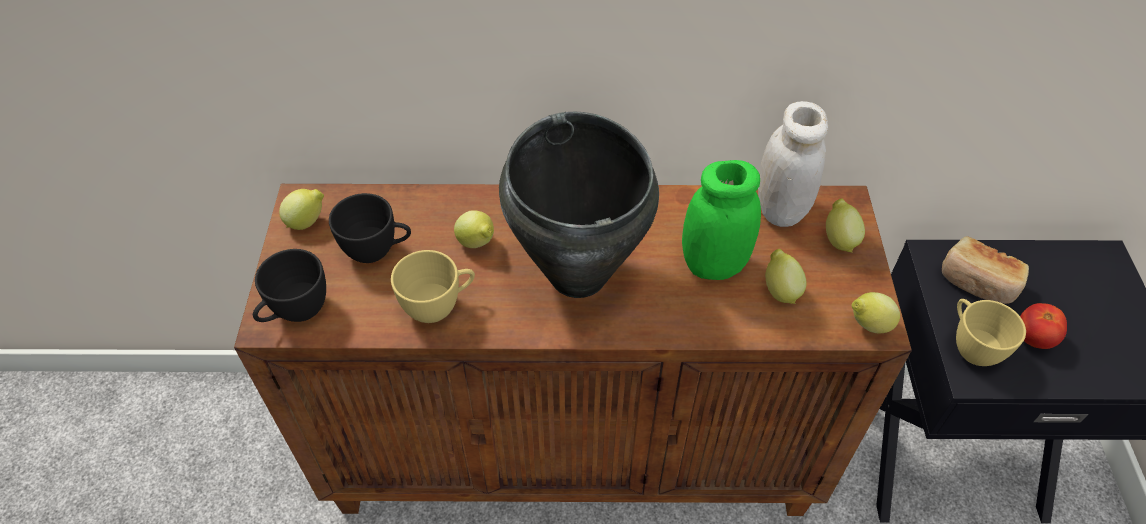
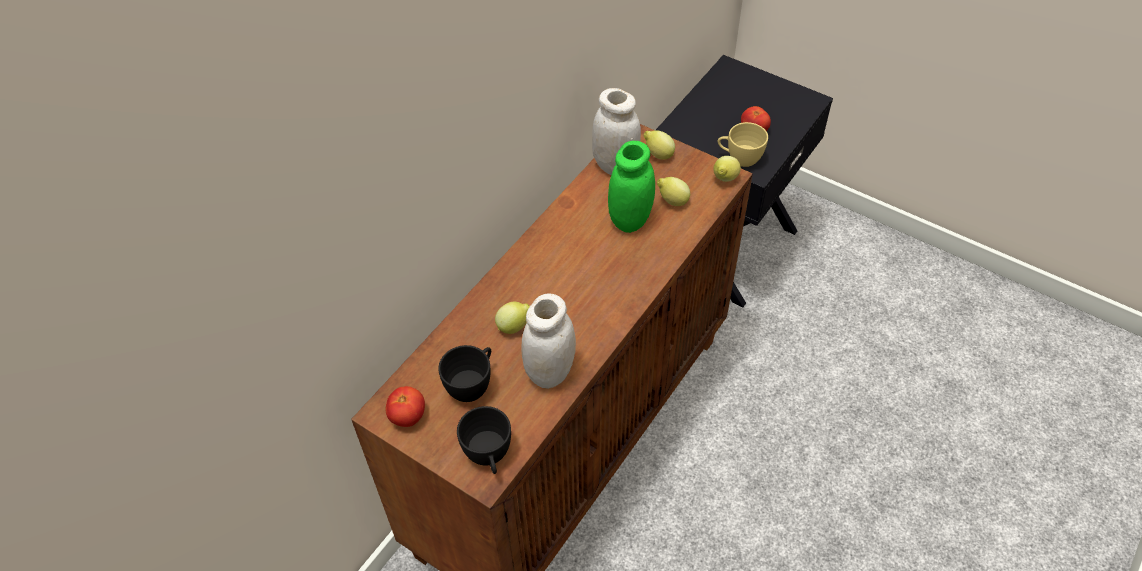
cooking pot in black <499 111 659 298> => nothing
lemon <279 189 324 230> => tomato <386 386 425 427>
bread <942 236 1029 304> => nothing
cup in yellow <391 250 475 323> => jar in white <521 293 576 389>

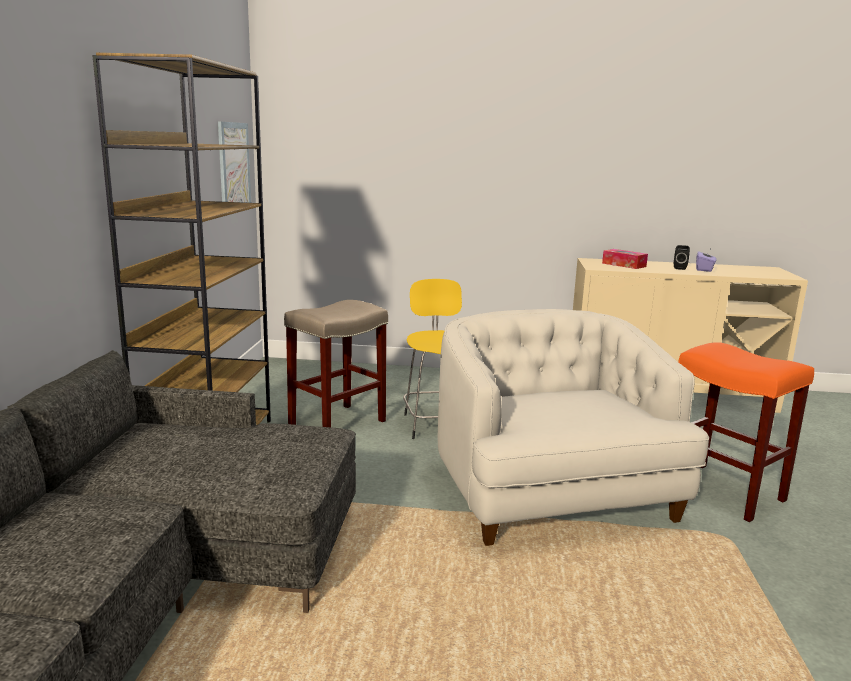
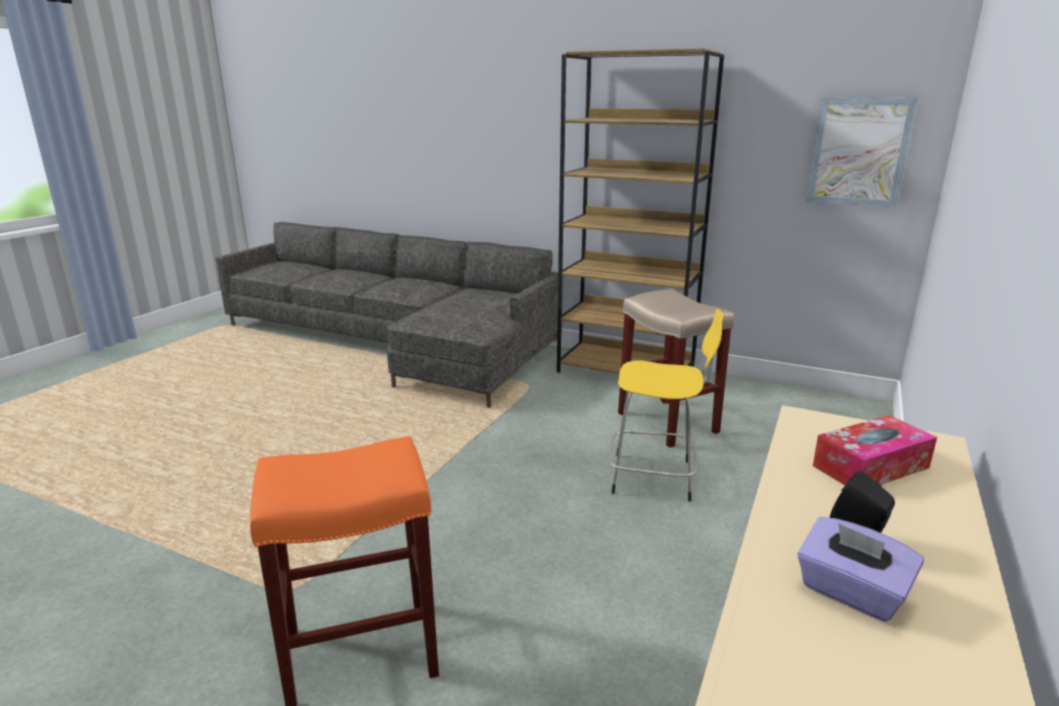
armchair in white <438 309 709 546> => nothing

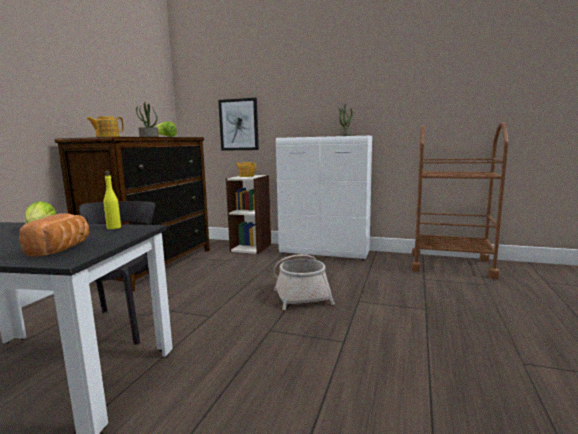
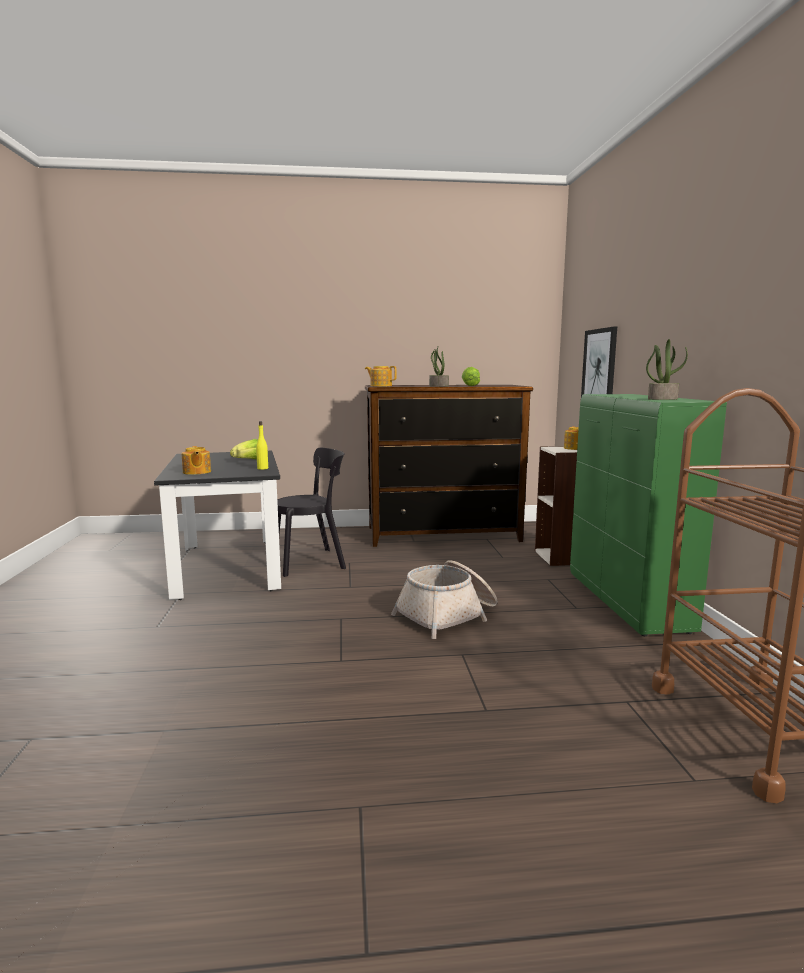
cabinet in white <276 136 372 260> => cabinet in green <570 394 727 636>
bread <19 213 90 257> => teapot <181 446 211 475>

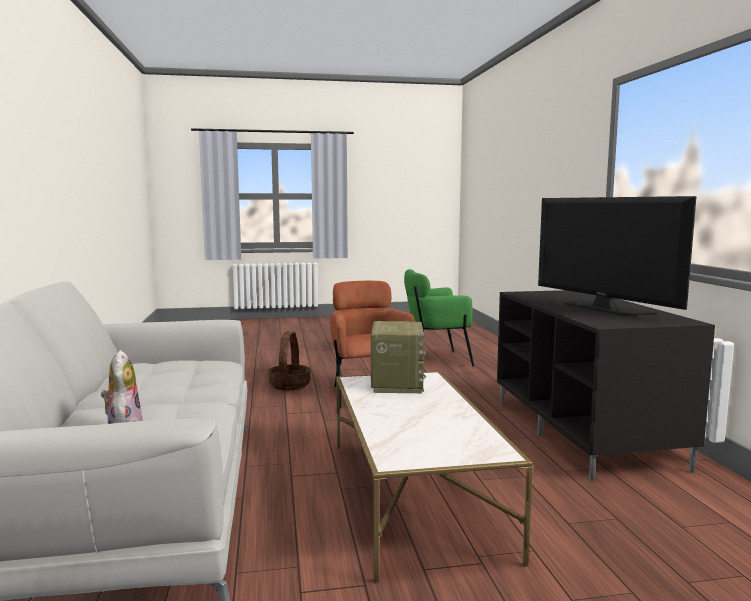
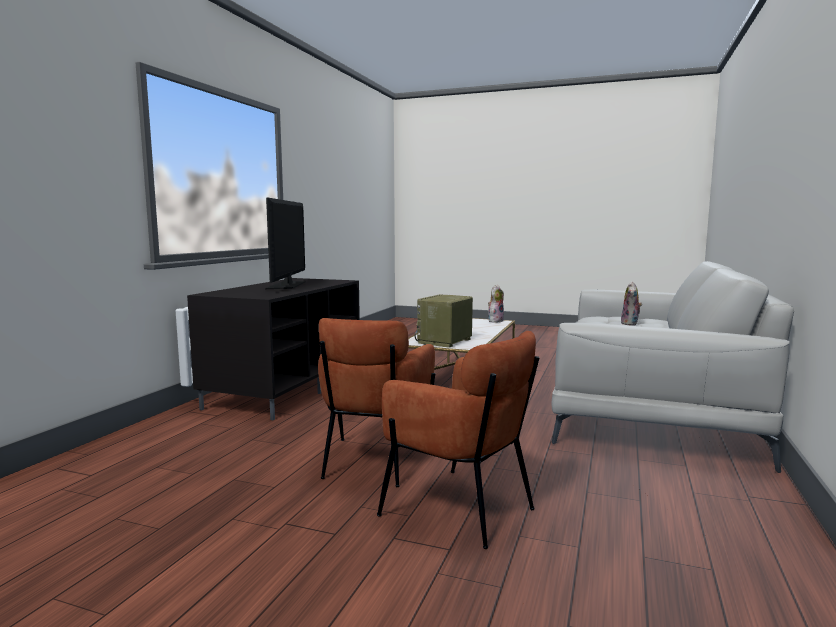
armchair in green <404 269 474 367> => nothing
basket <268 331 311 390> => armchair in brown <377 331 539 549>
nothing => plush toy <488 285 504 323>

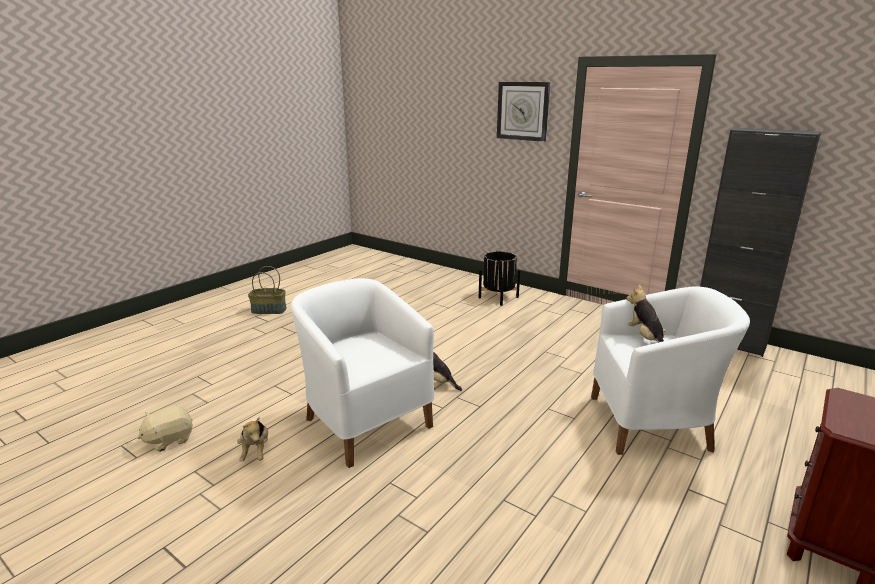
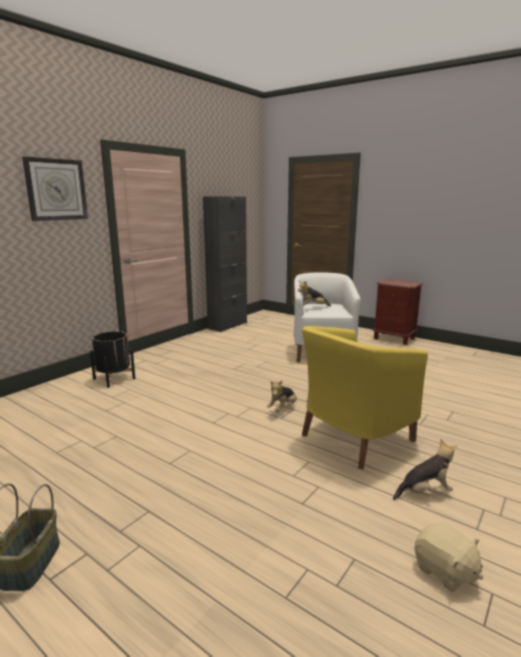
armchair in white <291 278 434 468> => armchair in yellow <302 326 428 469>

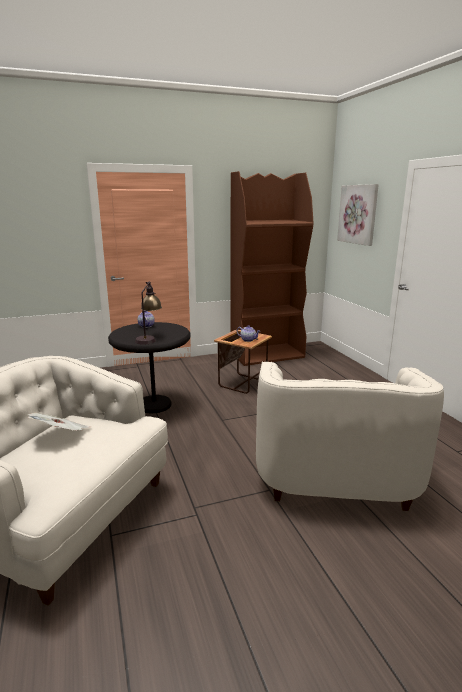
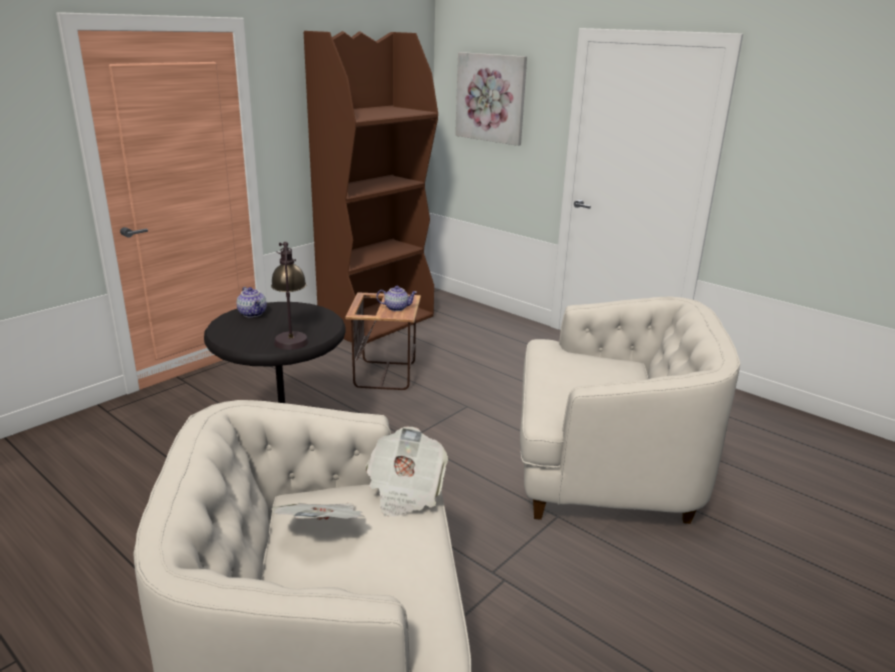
armchair in white <256 362 444 511> => armchair in white <520 297 740 524>, 60 degrees counterclockwise
nothing => newspaper <366 427 448 517>

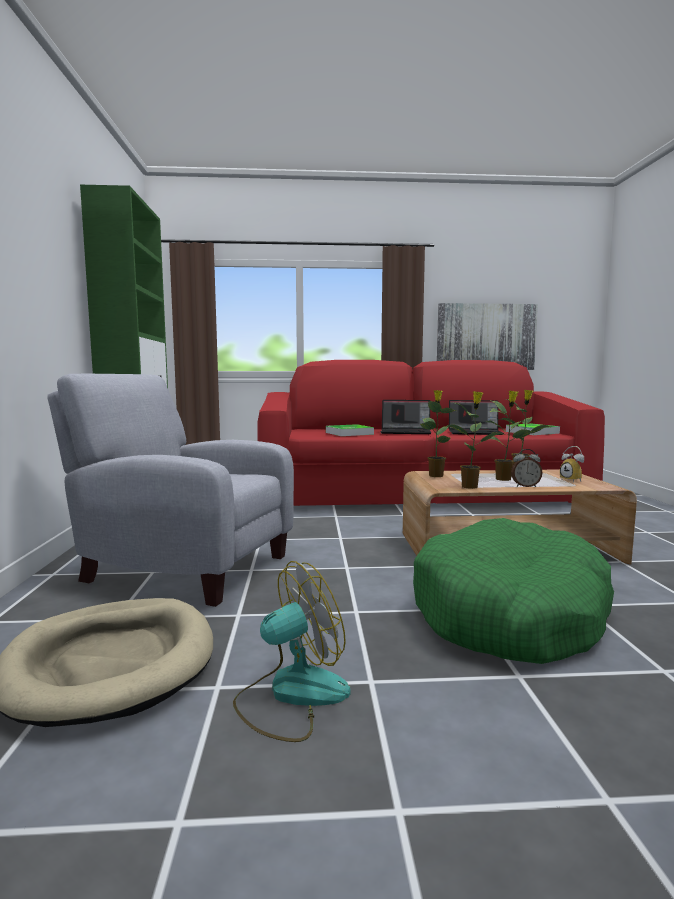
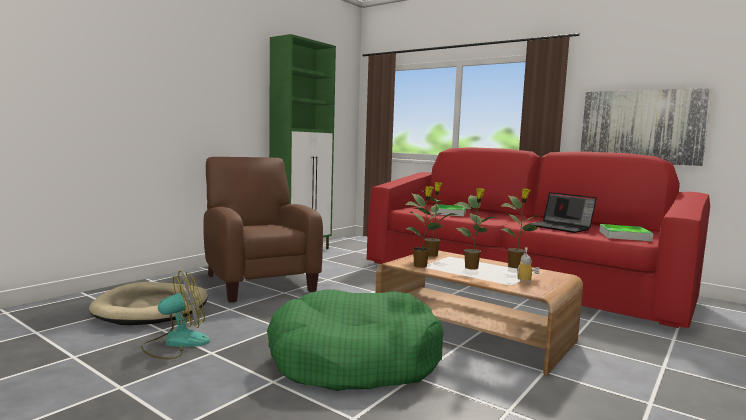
armchair in grey <47 374 294 607> => armchair in brown <203 157 323 303>
laptop <381 400 431 434> => nothing
alarm clock <511 449 543 487> => nothing
fan <233 561 351 742> => fan <141 270 210 359>, 45 degrees counterclockwise

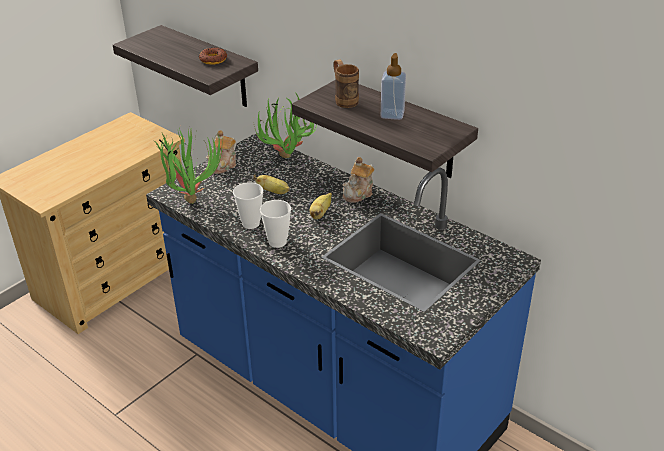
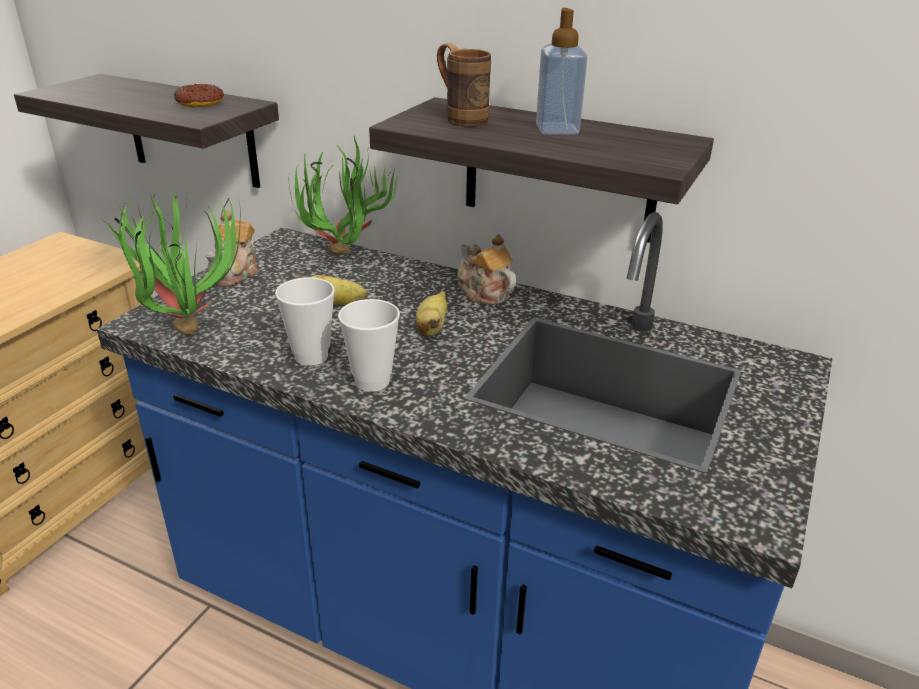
teapot <343 157 374 203> => teapot <457 234 516 304>, 120 degrees clockwise

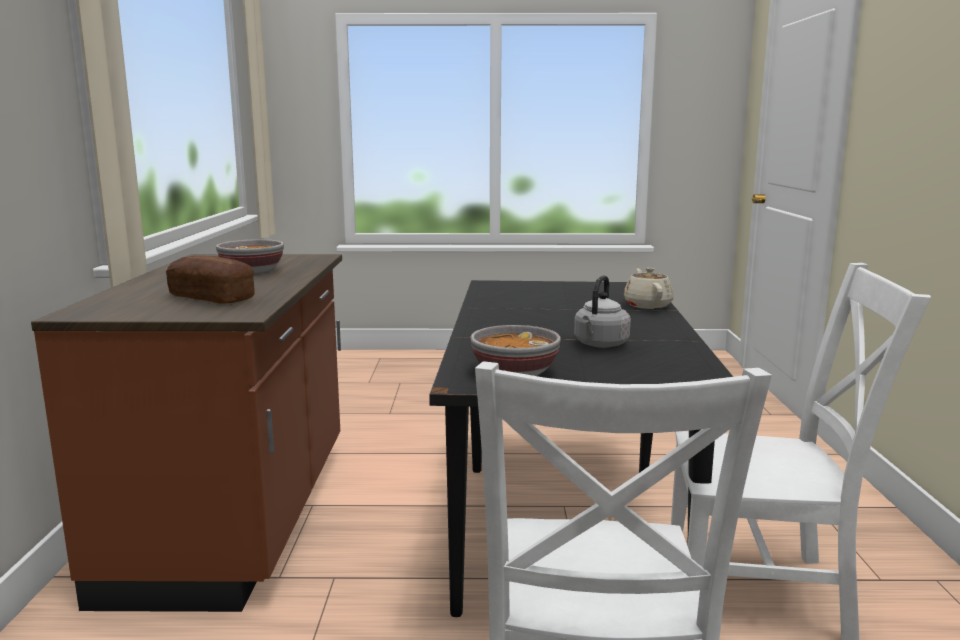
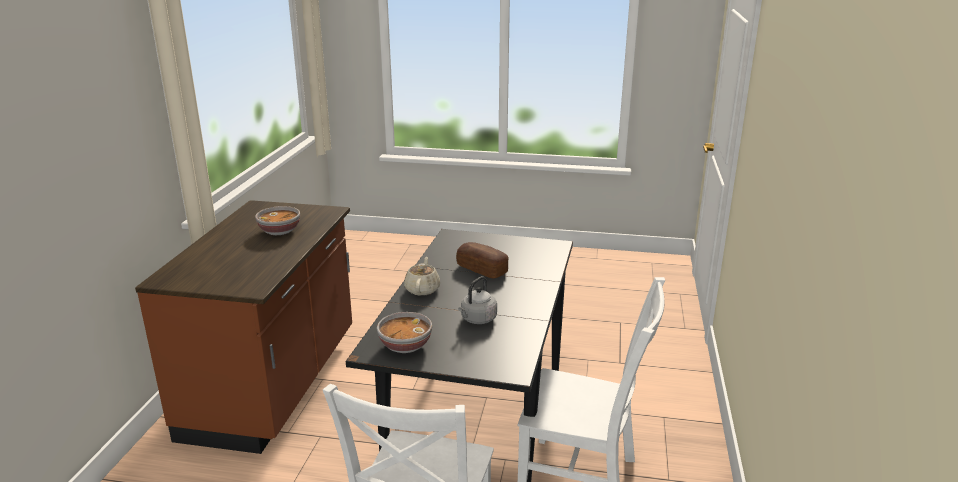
bread <166 256 255 304> => bread <456 242 509 279>, move
teapot in beige <624 268 674 309> => teapot in beige <404 257 440 296>, move

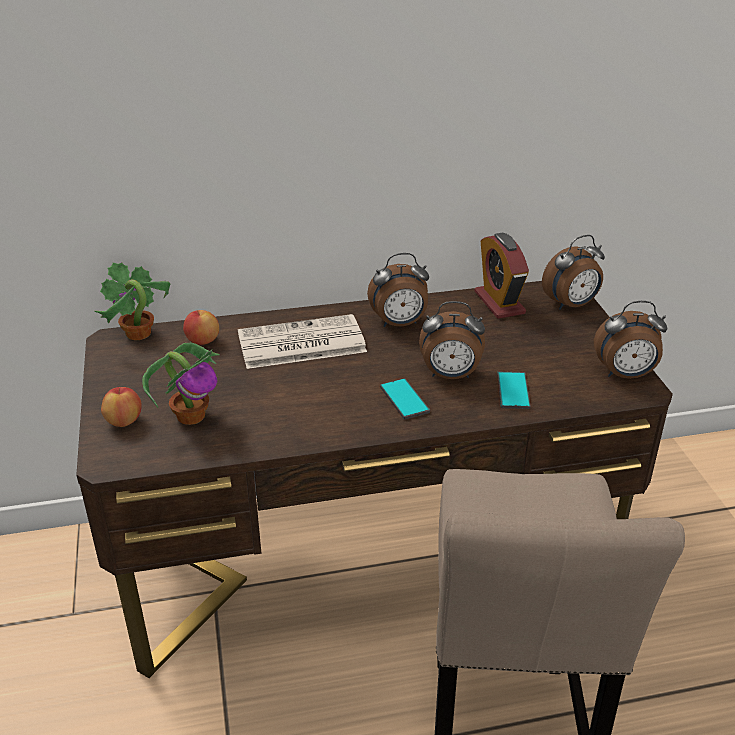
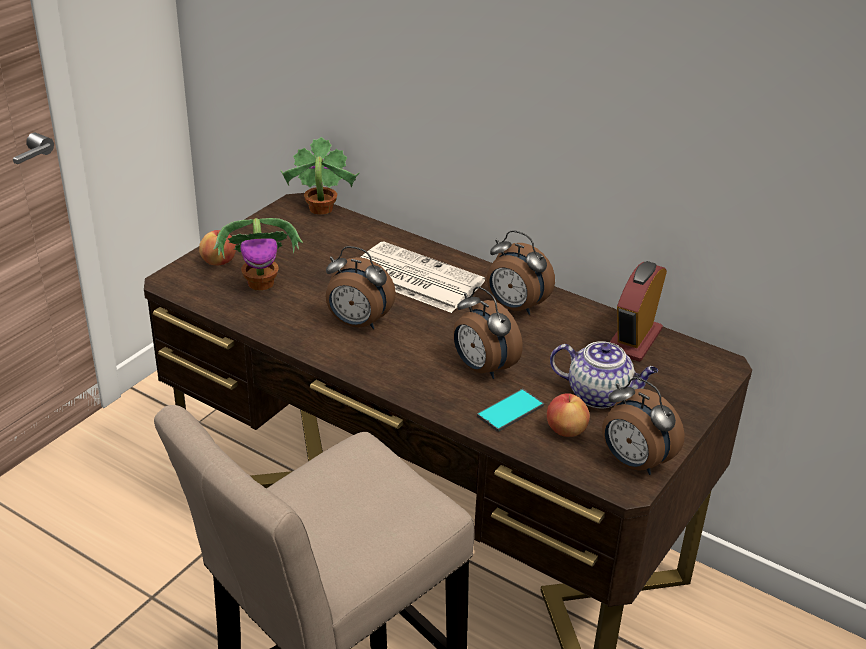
alarm clock <542 235 605 310> => alarm clock <326 246 396 329>, move
apple <183 310 219 345> => apple <547 393 590 437>, move
phone <380 378 430 420> => nothing
nothing => teapot <550 341 658 408>

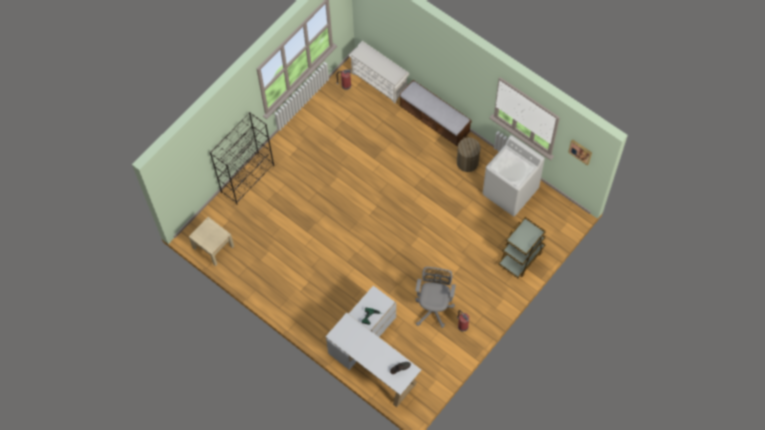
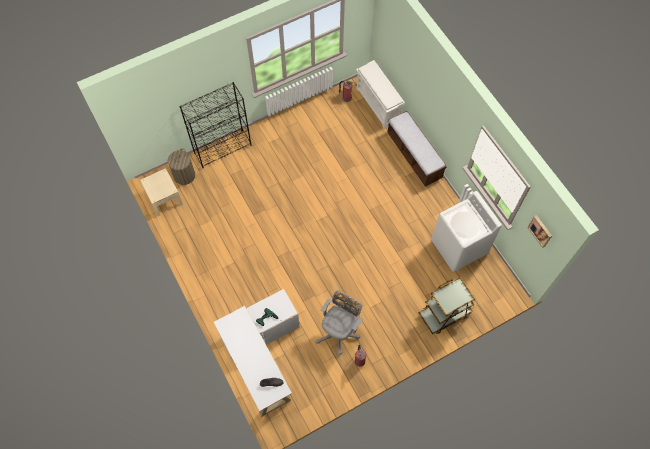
laundry basket <457 136 481 172> => laundry basket <168 149 195 185>, move

